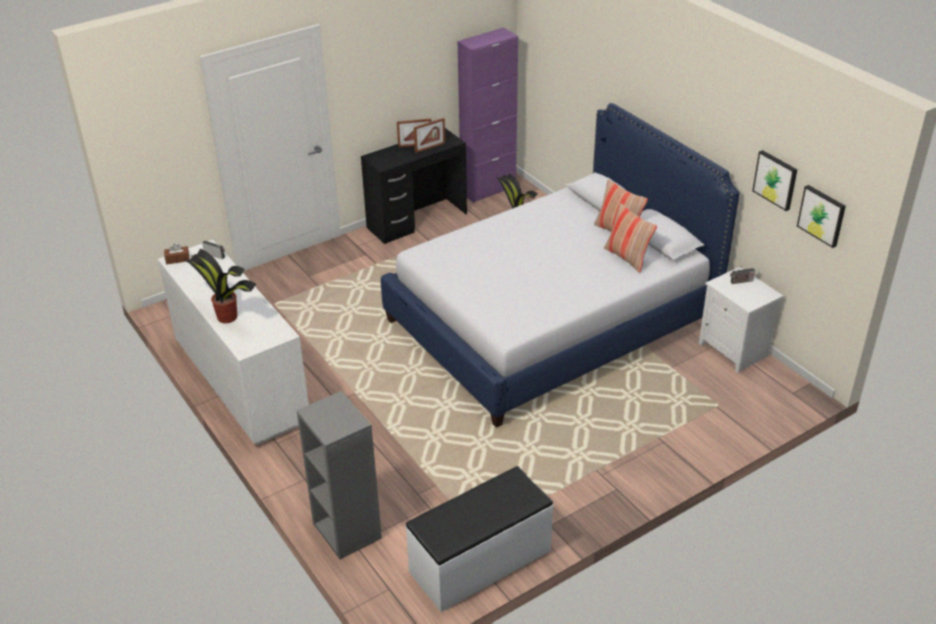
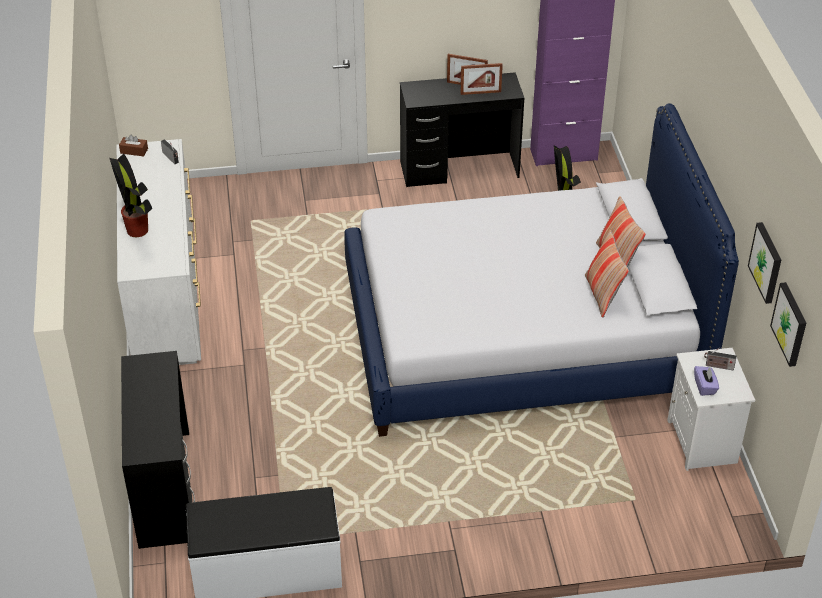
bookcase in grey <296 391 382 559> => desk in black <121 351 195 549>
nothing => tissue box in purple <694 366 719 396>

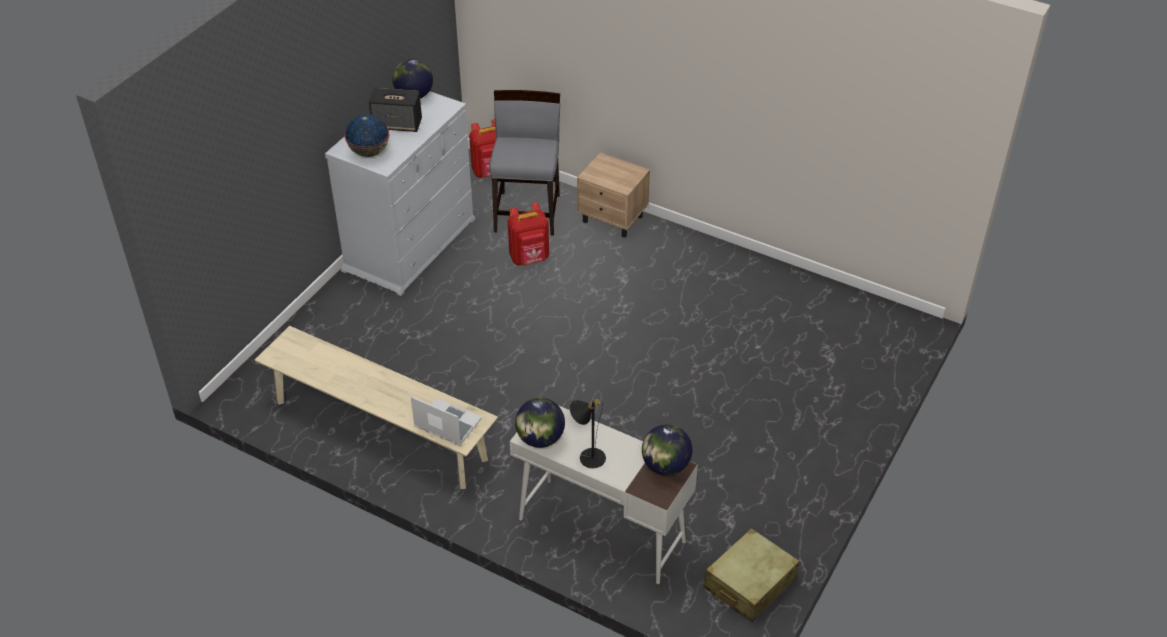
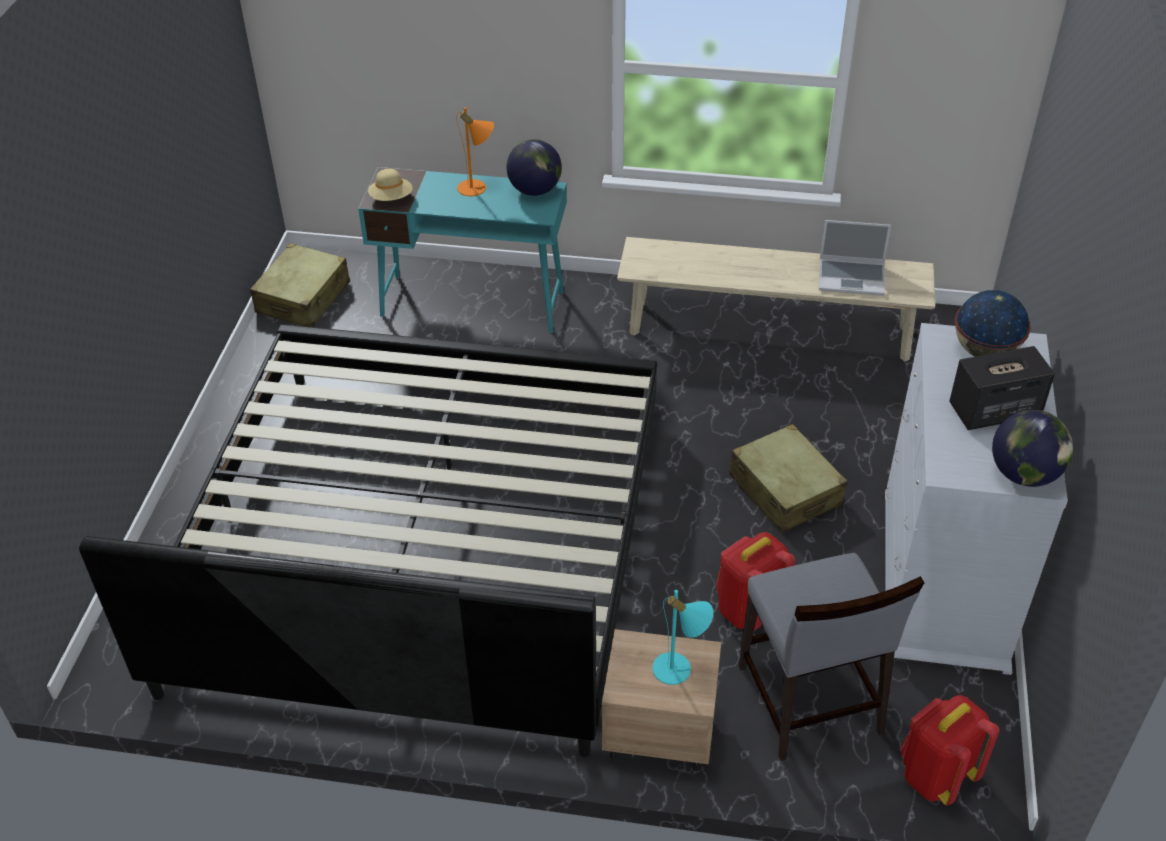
laptop <411 396 482 446> => laptop <819 220 891 296>, move
table lamp in black <570 399 606 469> => table lamp in orange <456 107 494 196>
desk in white <510 405 698 584> => desk in turquoise <358 167 567 333>
globe <642 425 692 476> => hat in beige <368 169 412 201>
nothing => bed <79 324 657 757>
nothing => suitcase in beige <729 424 847 533>
nothing => table lamp in turquoise <652 590 713 685>

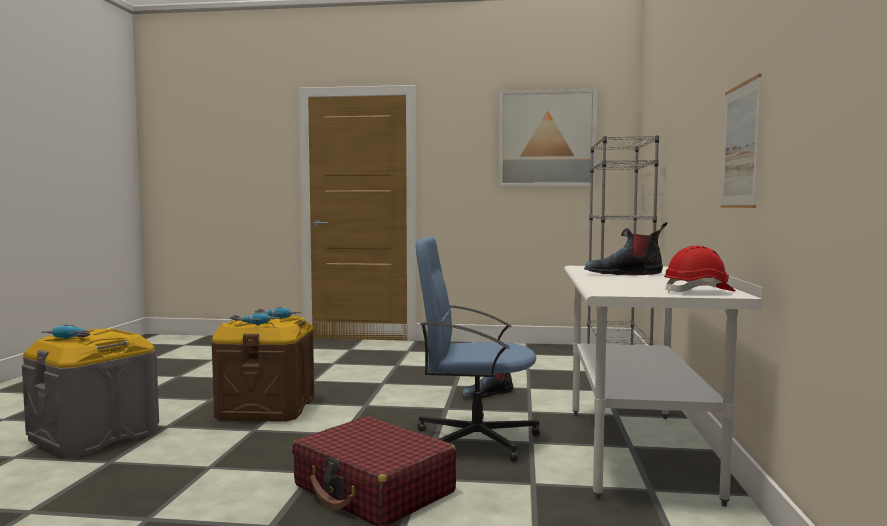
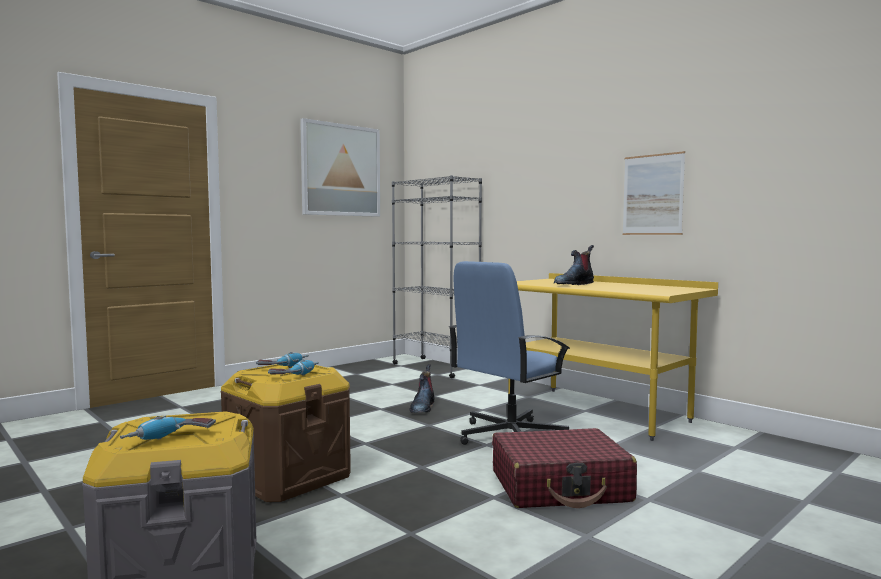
hard hat in red <664 246 736 293> => nothing
desk in white <564 266 763 507> => desk in yellow <508 273 718 441>

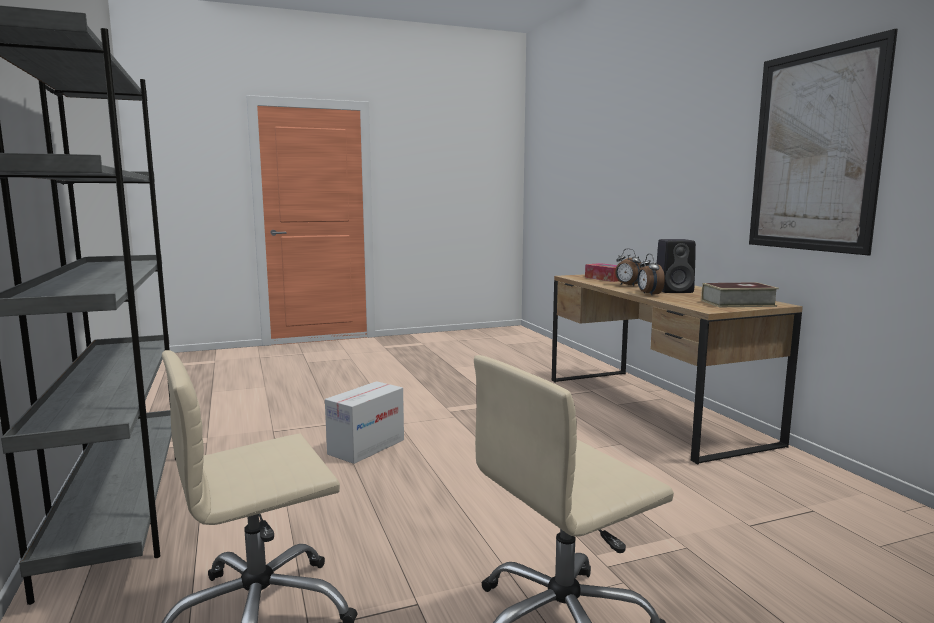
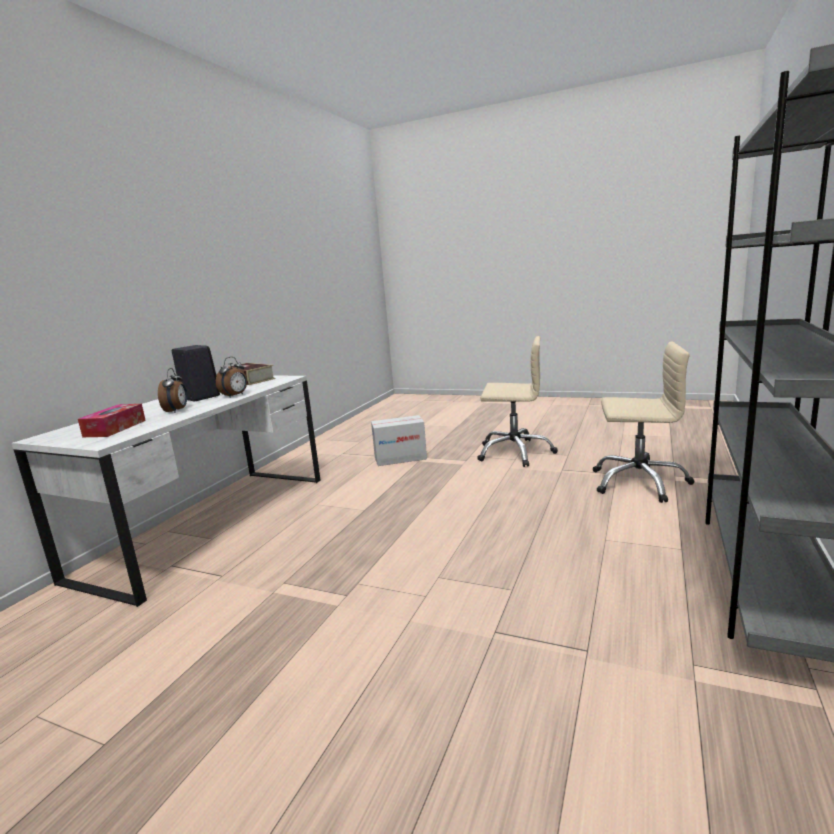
picture <749 29 898 255> => nothing
desk in brown <552 274 803 464> => desk in white <11 376 321 607>
cardboard box <325 381 404 464> => cardboard box <371 415 427 466>, move

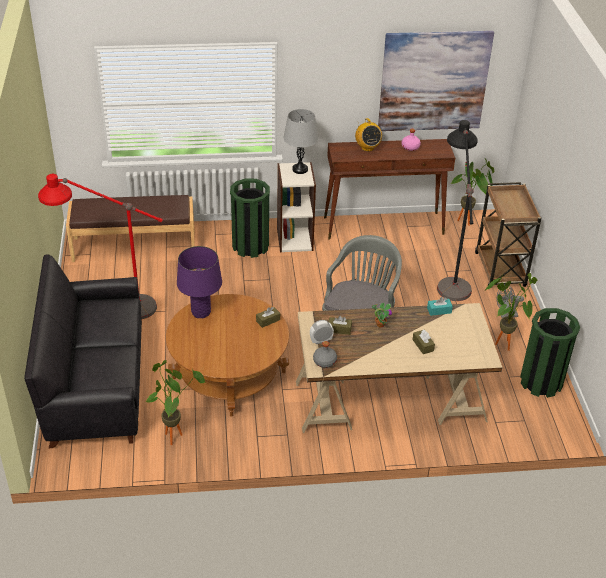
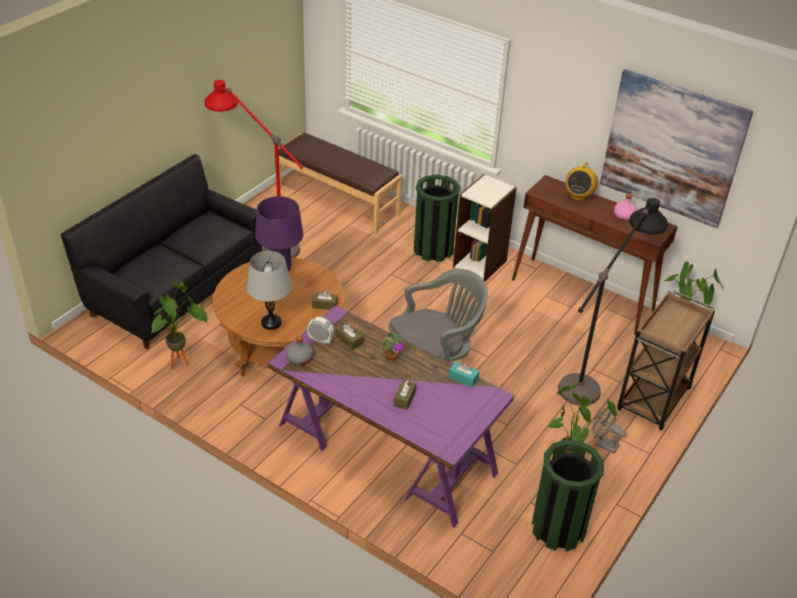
table lamp in grey <283 109 318 174> => table lamp in grey <246 251 292 330>, move
desk in beige <296 303 503 433> => desk in purple <268 306 514 528>

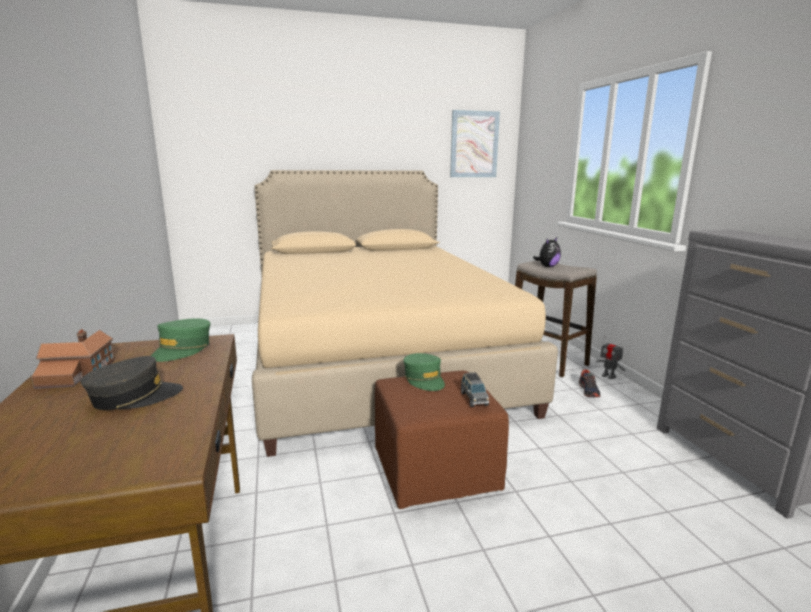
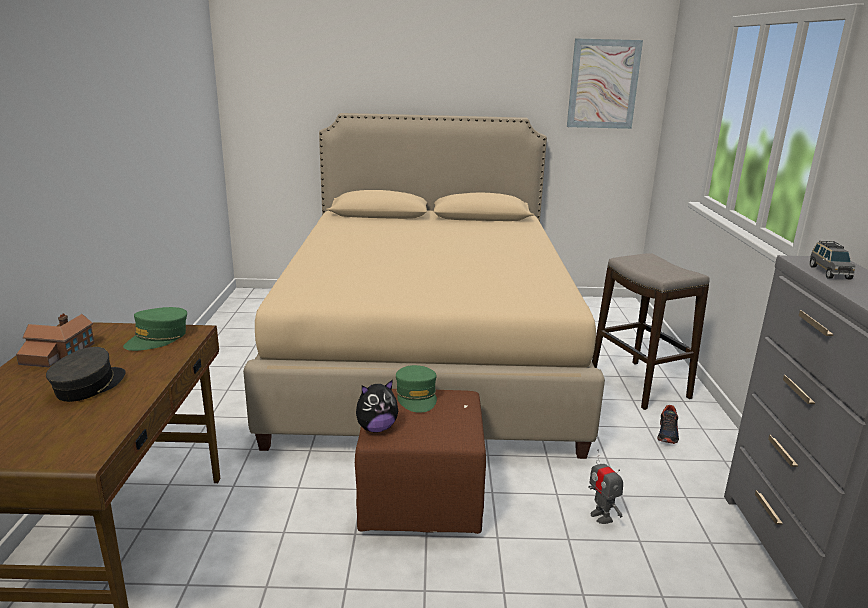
plush toy <533 238 561 267> => plush toy <356 380 398 433>, move
toy robot <596 335 625 379> => toy robot <588 450 623 524>, move
cap in grey <80 356 183 410> => cap in grey <46 347 126 402>, 60 degrees counterclockwise
toy car in grey <461 372 489 407> => toy car in grey <810 241 855 279>, move

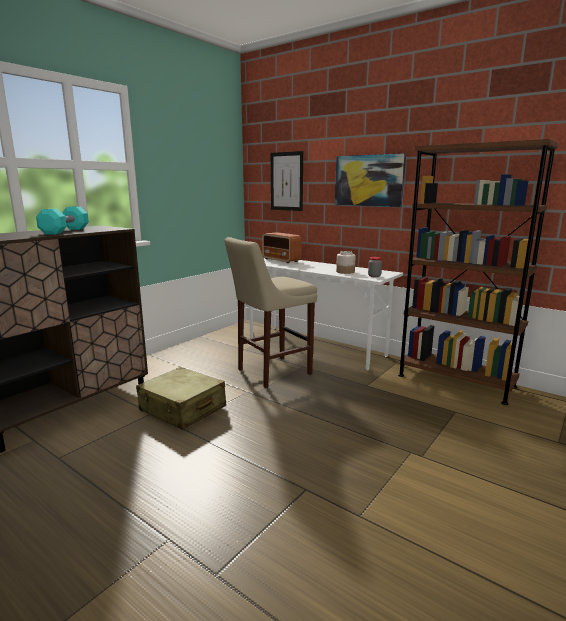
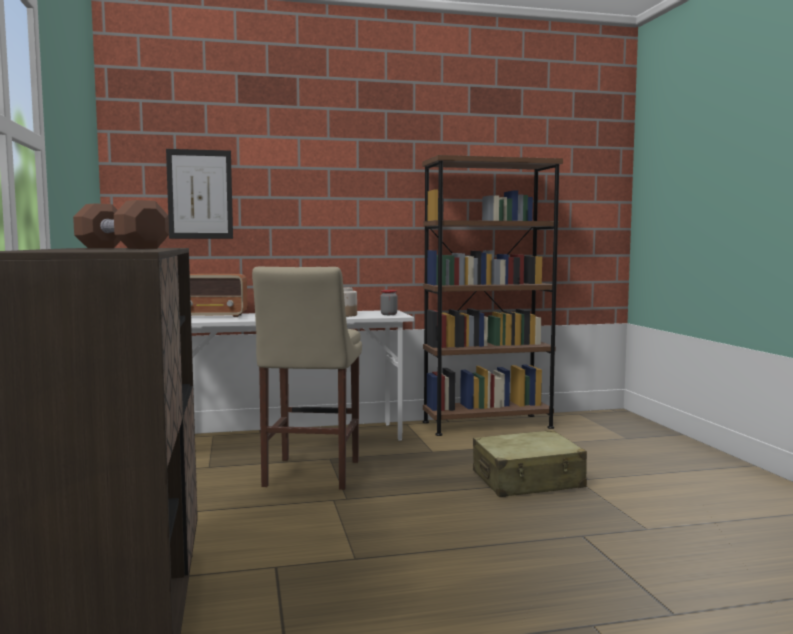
picture <335 153 406 207> => nothing
dumbbell in turquoise <36 207 89 234> => dumbbell in brown <73 200 169 249>
suitcase in beige <136 367 226 430> => suitcase in beige <473 430 587 497>, move

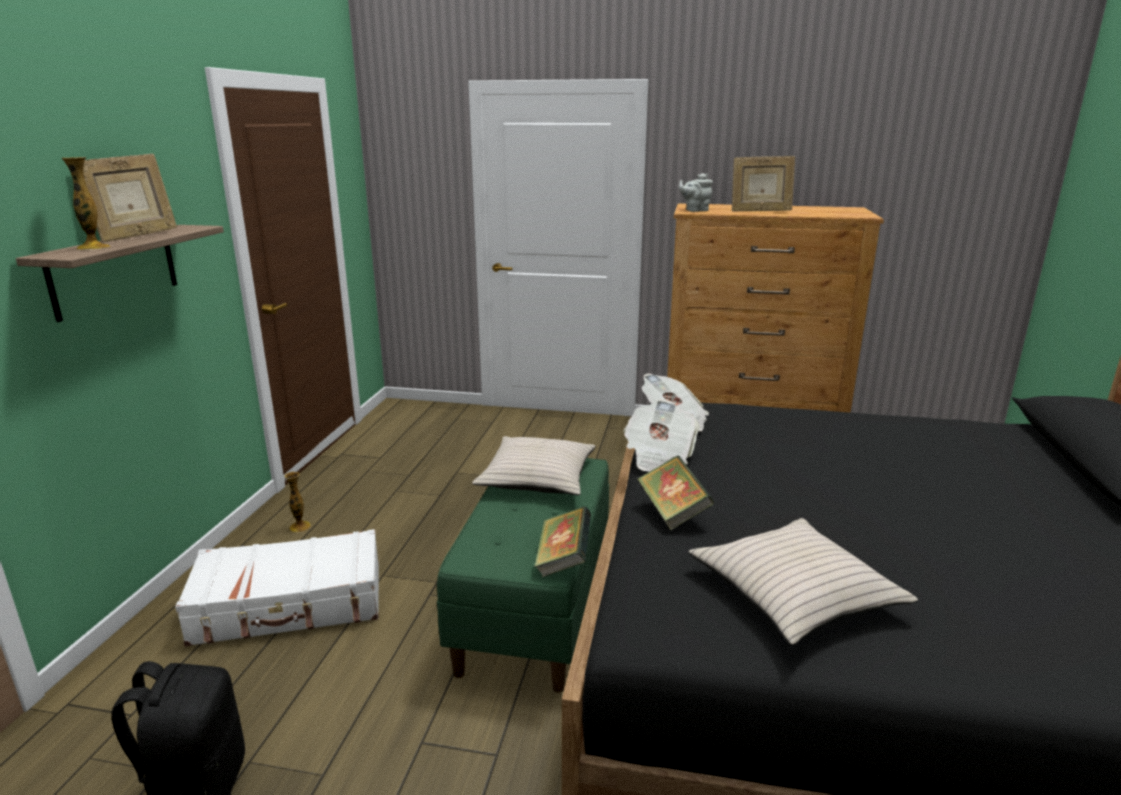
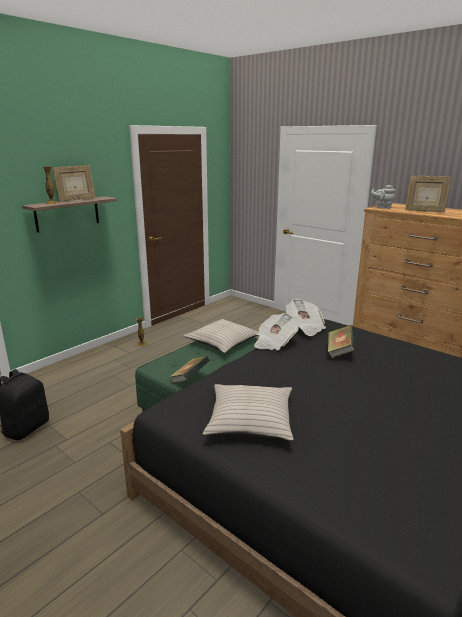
book <637 456 714 530> => book <328 325 356 358>, move
suitcase in white <175 529 379 646> => nothing

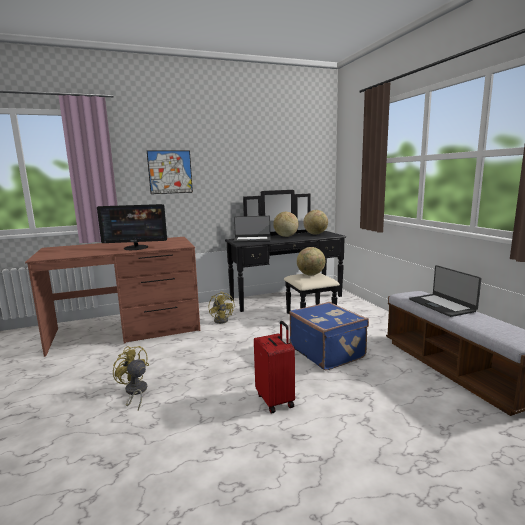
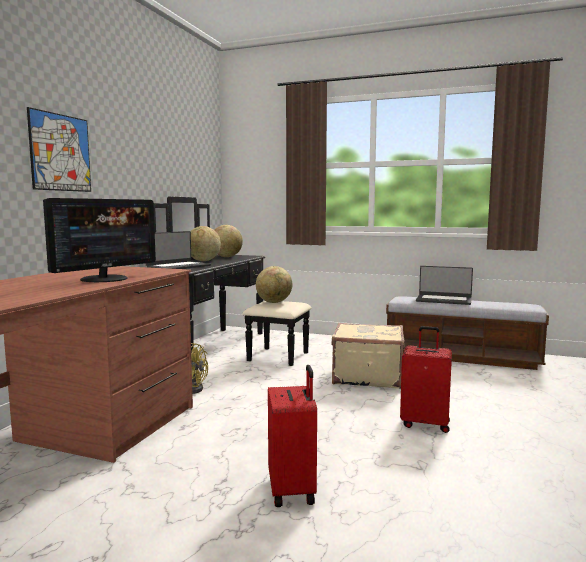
suitcase in blue <289 302 369 370> => suitcase in beige <332 323 405 389>
fan in yellow <113 346 149 411> => suitcase in red <268 365 317 507>

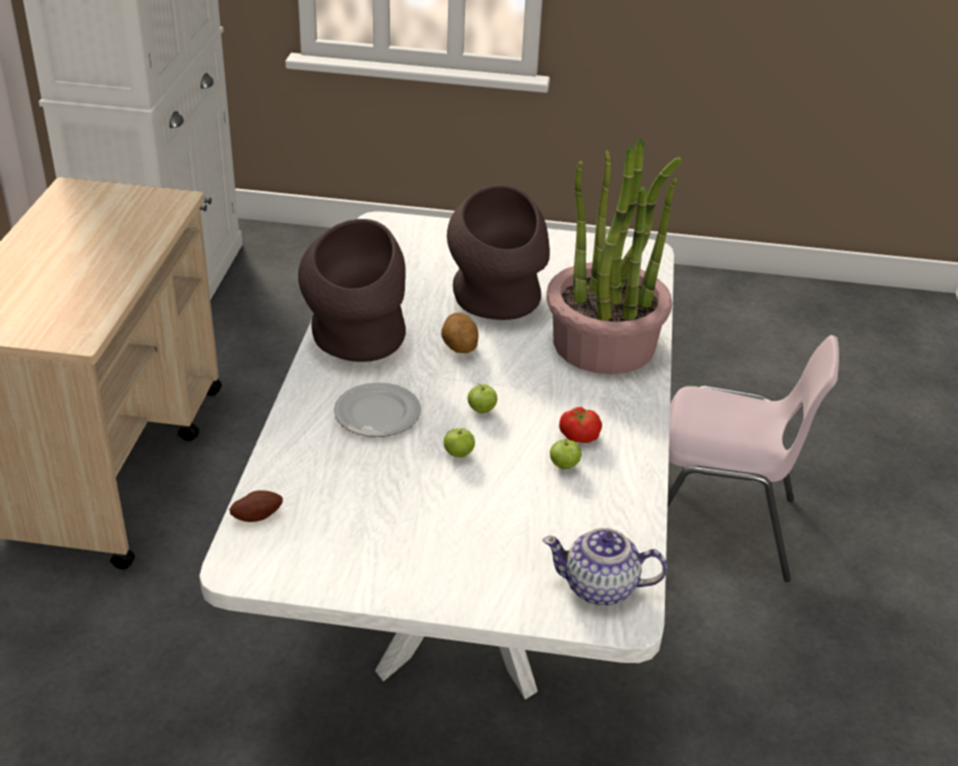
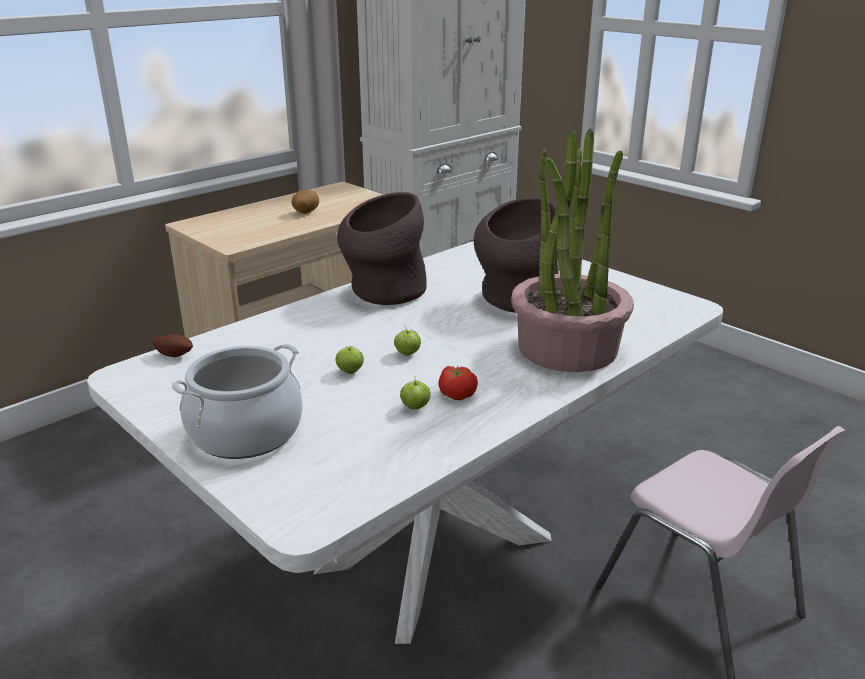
potato <441 313 478 353> => potato <292 190 319 214>, move
plate <334 382 421 437> => nothing
teapot <543 528 667 606> => nothing
nothing => cooking pot <172 344 303 459>

